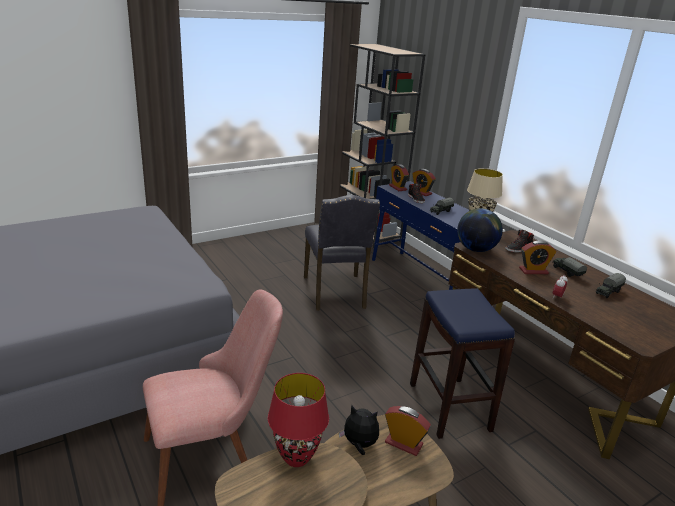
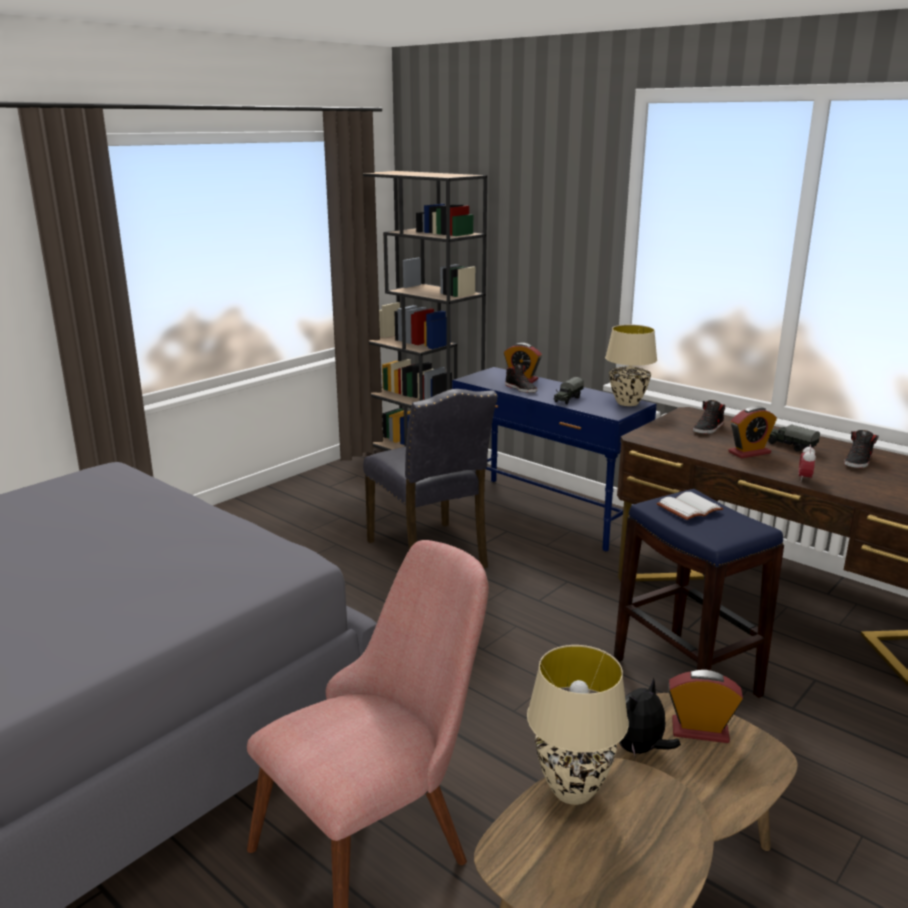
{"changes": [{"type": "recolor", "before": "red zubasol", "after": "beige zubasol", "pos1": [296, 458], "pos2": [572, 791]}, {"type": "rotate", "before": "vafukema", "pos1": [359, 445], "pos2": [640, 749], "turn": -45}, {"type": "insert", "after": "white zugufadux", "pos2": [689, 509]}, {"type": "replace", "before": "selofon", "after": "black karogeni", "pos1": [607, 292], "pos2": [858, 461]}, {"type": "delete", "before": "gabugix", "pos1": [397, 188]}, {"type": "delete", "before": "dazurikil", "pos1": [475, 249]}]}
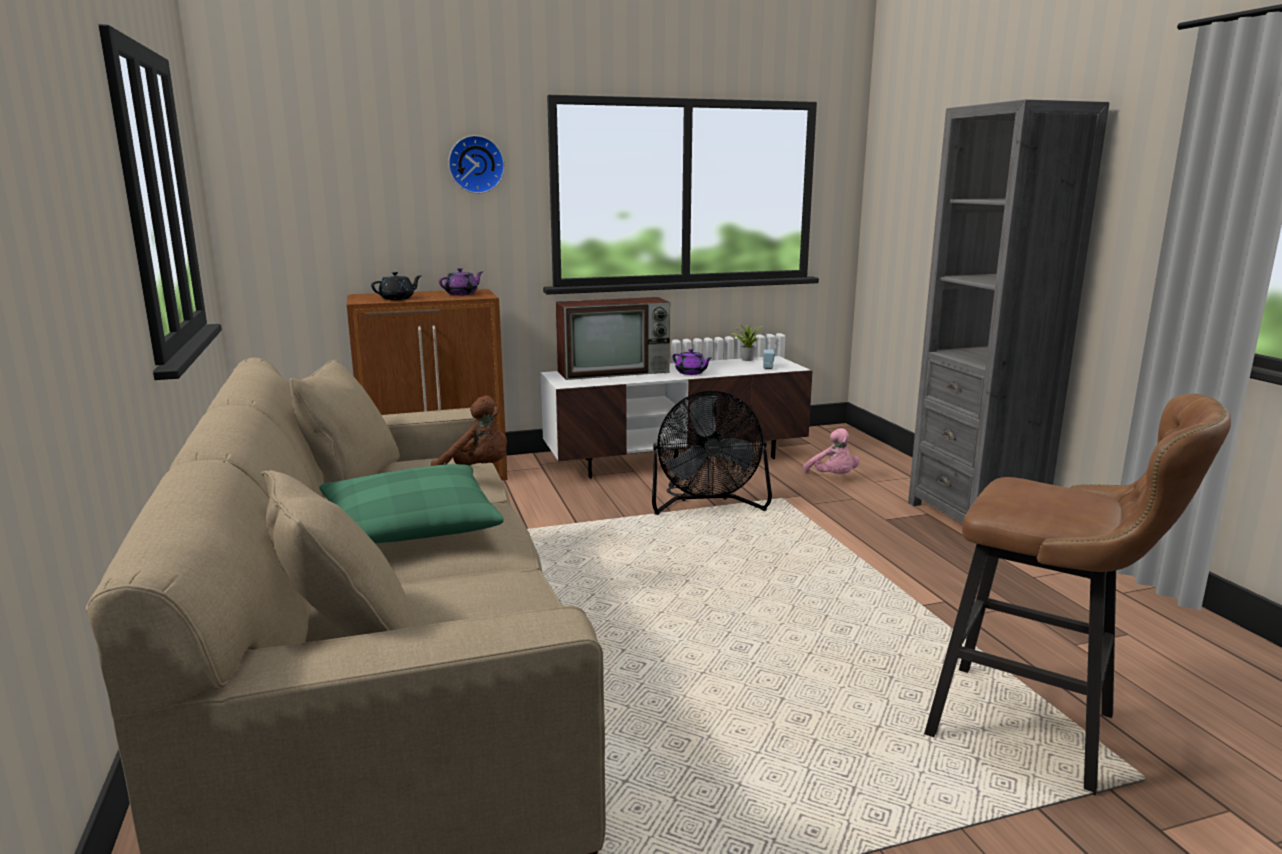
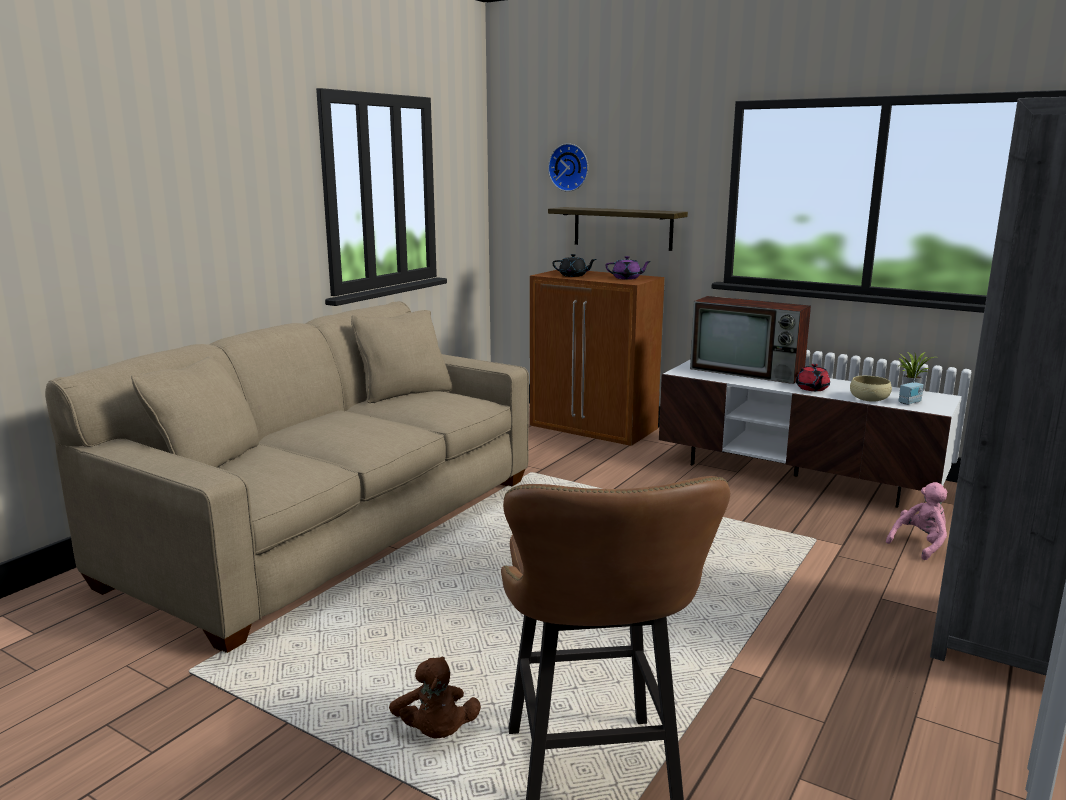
{"changes": [{"type": "move", "before": "brown vafukema", "pos1": [478, 470], "pos2": [436, 733]}, {"type": "move", "before": "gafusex", "pos1": [476, 164], "pos2": [569, 167]}, {"type": "insert", "after": "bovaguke", "pos2": [622, 228]}, {"type": "recolor", "before": "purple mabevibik", "after": "red mabevibik", "pos1": [691, 373], "pos2": [812, 389]}, {"type": "insert", "after": "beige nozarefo", "pos2": [869, 398]}, {"type": "rotate", "before": "pink vafukema", "pos1": [833, 477], "pos2": [920, 544], "turn": -150}, {"type": "delete", "before": "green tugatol", "pos1": [409, 526]}, {"type": "delete", "before": "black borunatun", "pos1": [702, 505]}]}
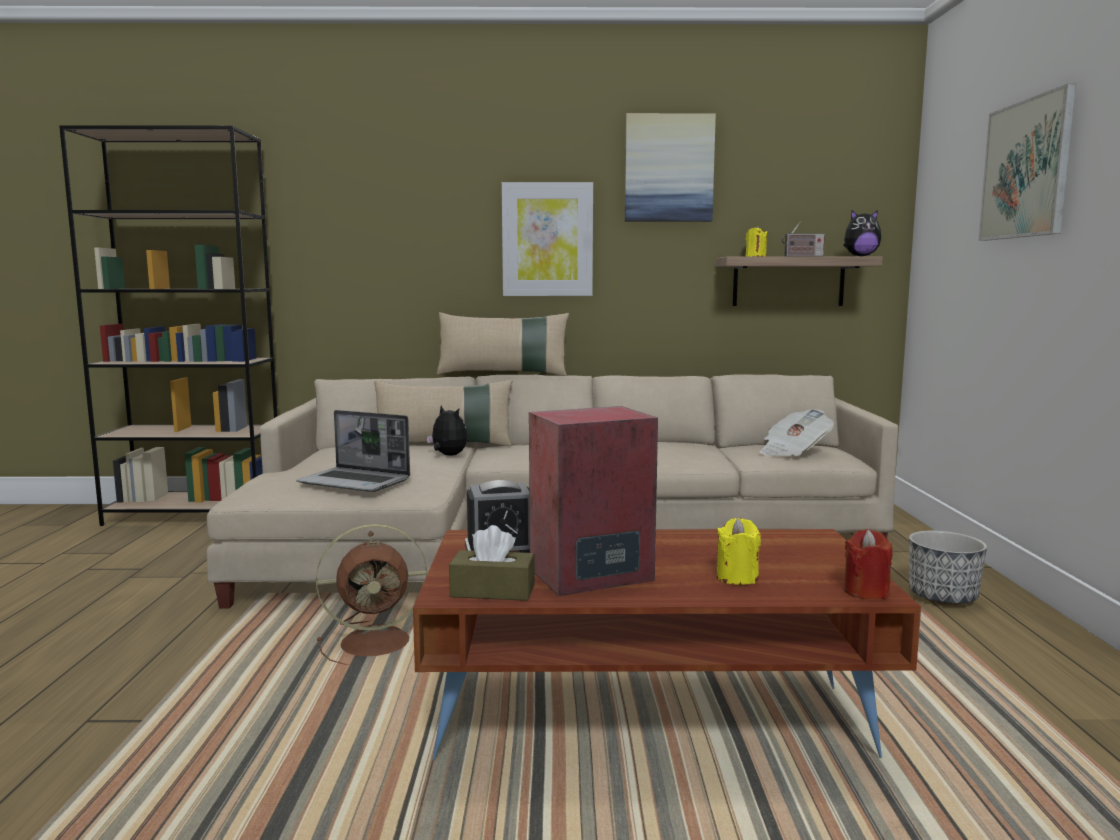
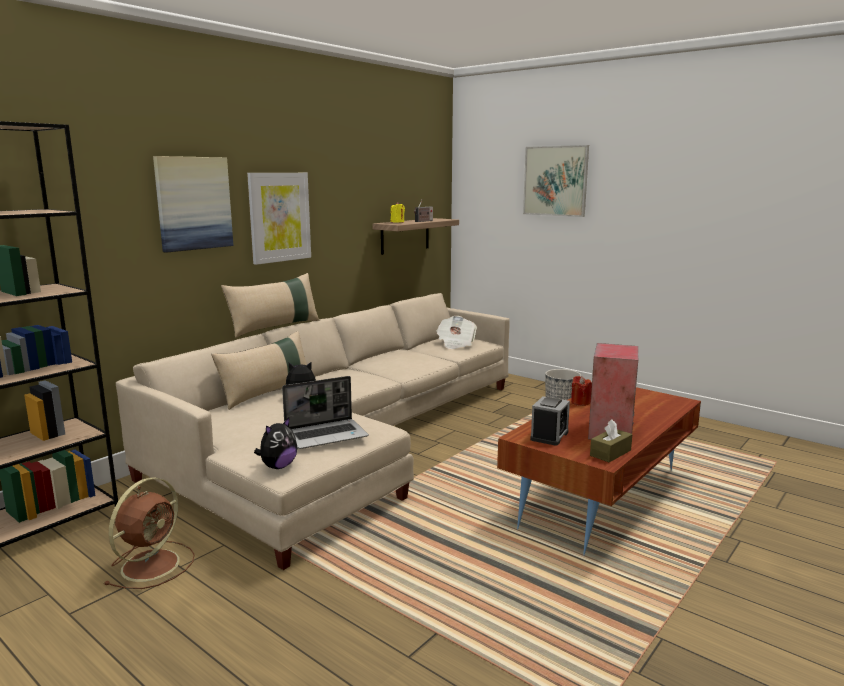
{"changes": [{"type": "move", "before": "brown borunatun", "pos1": [379, 642], "pos2": [152, 564]}, {"type": "move", "before": "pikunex", "pos1": [668, 168], "pos2": [193, 203]}, {"type": "move", "before": "vafukema", "pos1": [860, 256], "pos2": [278, 466]}, {"type": "move", "before": "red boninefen", "pos1": [866, 592], "pos2": [580, 402]}, {"type": "delete", "before": "yellow boninefen", "pos1": [737, 577]}]}
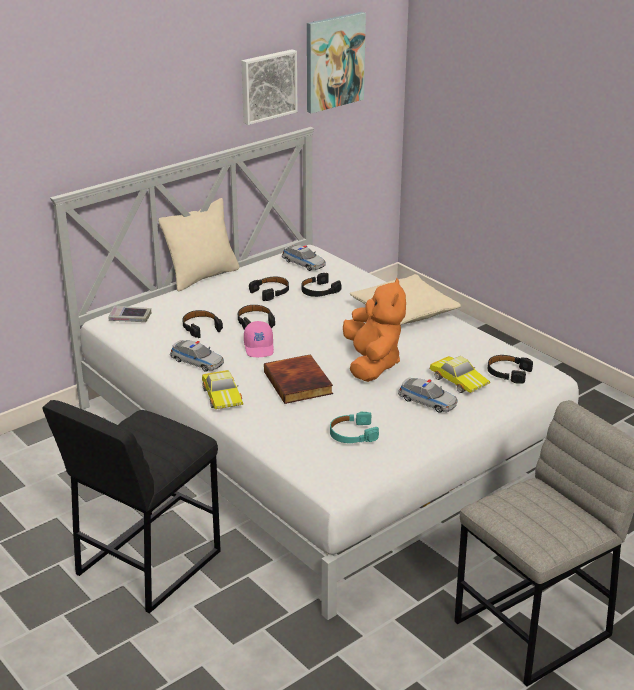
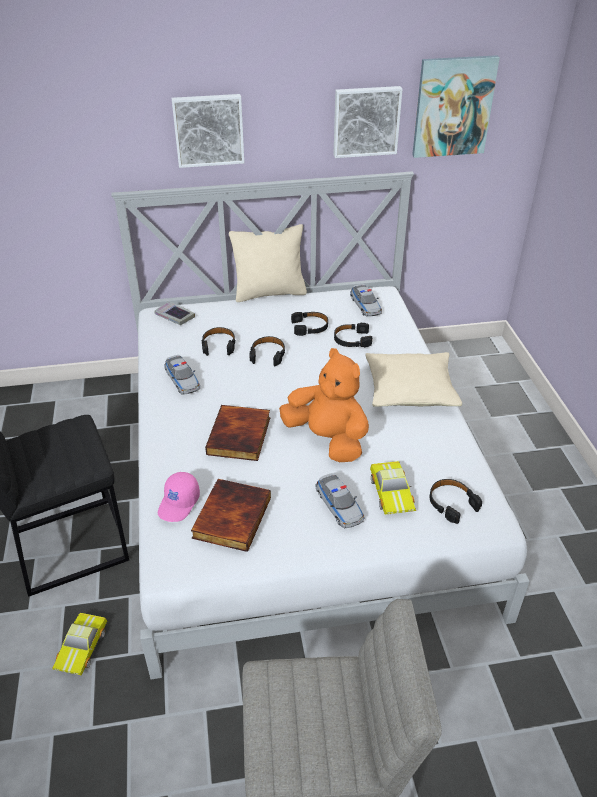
{"changes": [{"type": "move", "before": "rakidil", "pos1": [223, 396], "pos2": [83, 647]}, {"type": "move", "before": "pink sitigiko", "pos1": [259, 347], "pos2": [179, 503]}, {"type": "insert", "after": "pikunex", "pos2": [208, 130]}, {"type": "replace", "before": "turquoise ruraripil", "after": "zugufadux", "pos1": [352, 434], "pos2": [230, 516]}, {"type": "rotate", "before": "orange vafukema", "pos1": [372, 364], "pos2": [327, 439], "turn": -75}]}
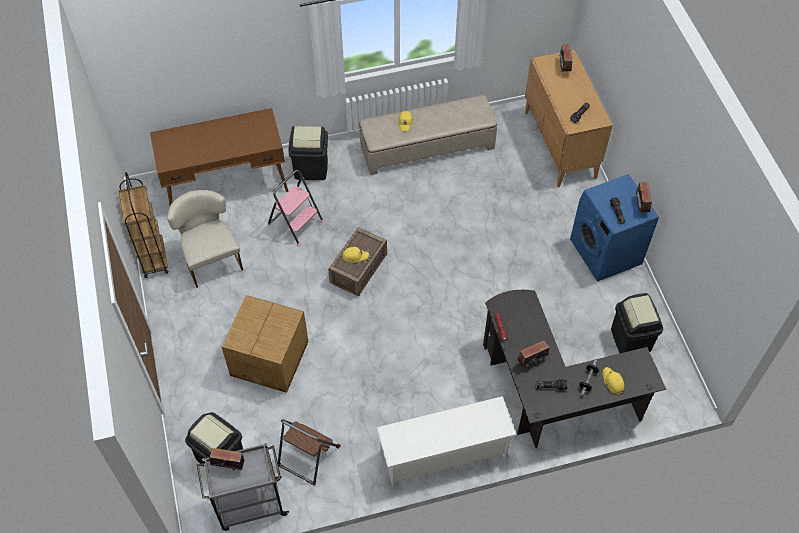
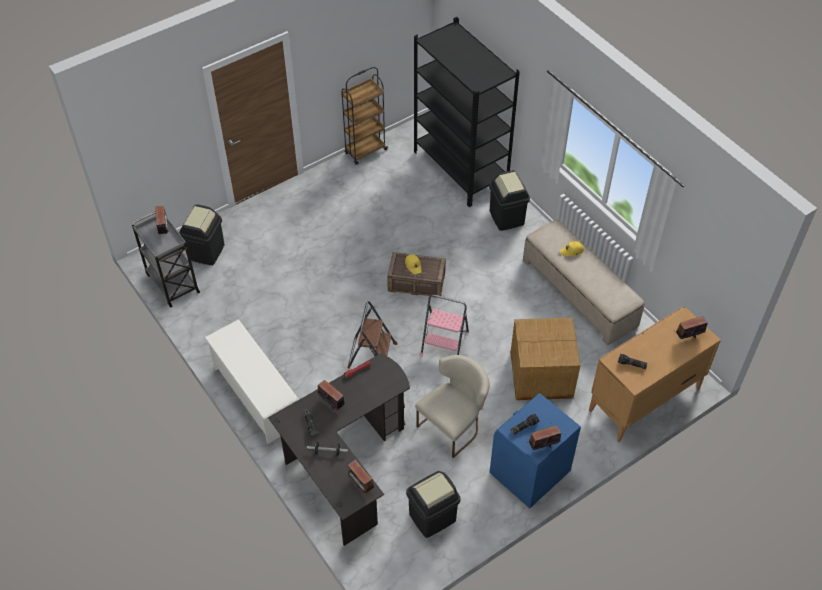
{"changes": [{"type": "move", "before": "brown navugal", "pos1": [307, 457], "pos2": [370, 354]}, {"type": "insert", "after": "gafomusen", "pos2": [360, 484]}, {"type": "replace", "before": "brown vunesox", "after": "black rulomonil", "pos1": [226, 184], "pos2": [460, 169]}, {"type": "move", "before": "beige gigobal", "pos1": [211, 259], "pos2": [453, 425]}, {"type": "move", "before": "pink navugal", "pos1": [294, 222], "pos2": [445, 342]}, {"type": "move", "before": "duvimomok", "pos1": [271, 358], "pos2": [542, 376]}, {"type": "delete", "before": "yellow sitigiko", "pos1": [612, 382]}]}
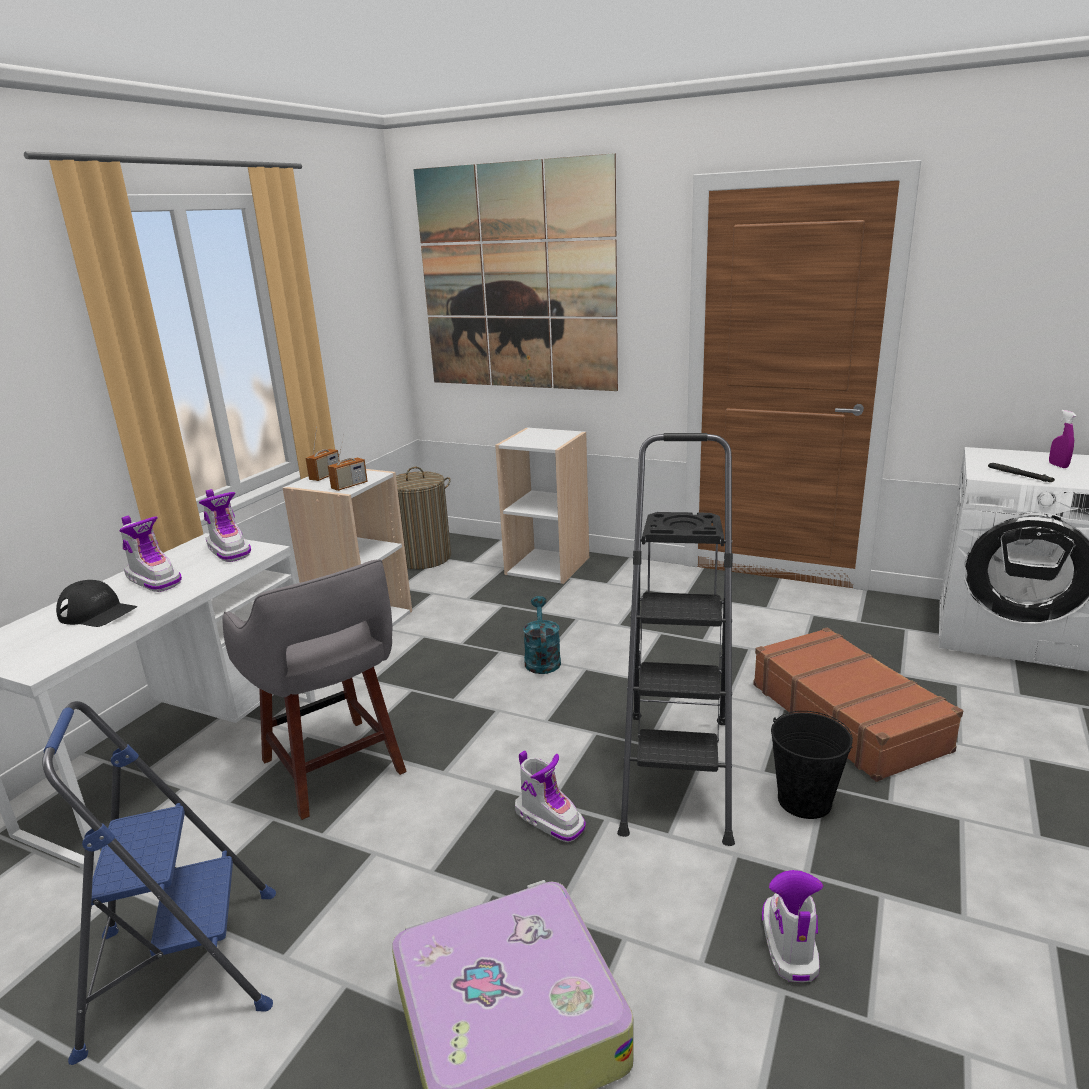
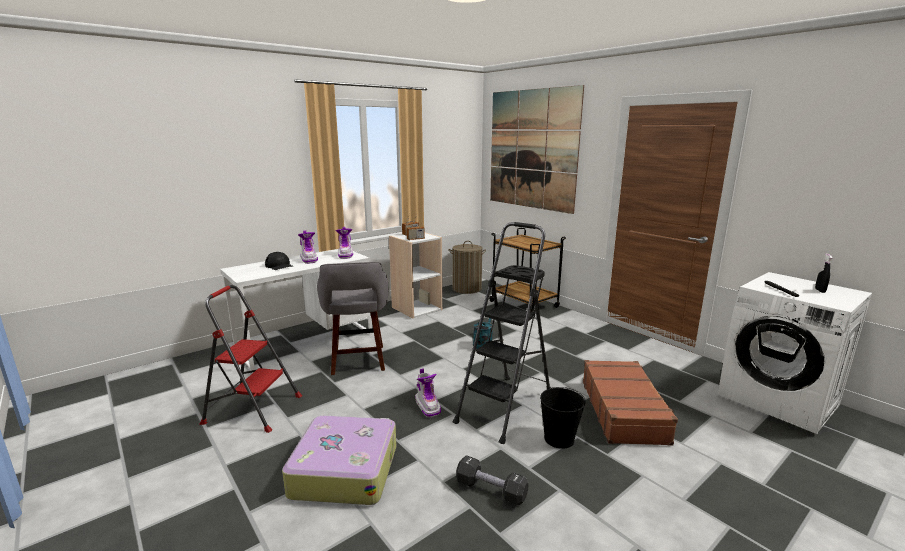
{"changes": [{"type": "recolor", "before": "blue navugal", "after": "red navugal", "pos1": [176, 968], "pos2": [250, 408]}, {"type": "replace", "before": "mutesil", "after": "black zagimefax", "pos1": [788, 943], "pos2": [491, 490]}, {"type": "replace", "before": "rulomonil", "after": "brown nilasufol", "pos1": [548, 566], "pos2": [524, 304]}, {"type": "recolor", "before": "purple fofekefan", "after": "black fofekefan", "pos1": [1058, 465], "pos2": [820, 290]}]}
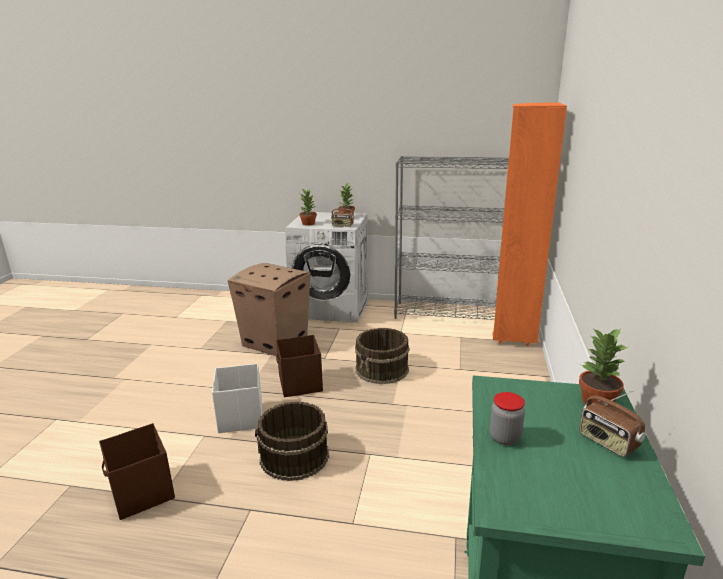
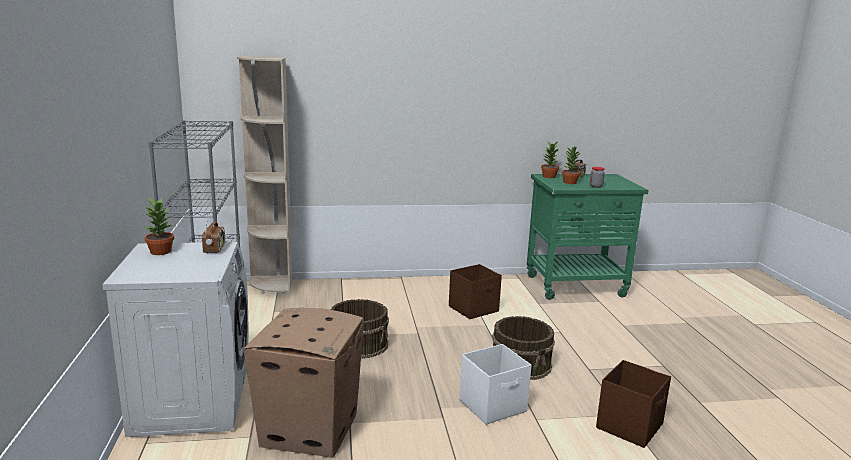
{"changes": [{"type": "recolor", "before": "orange rulomonil", "after": "beige rulomonil", "pos1": [514, 338], "pos2": [272, 289]}, {"type": "move", "before": "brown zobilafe", "pos1": [300, 384], "pos2": [474, 309]}, {"type": "move", "before": "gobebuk", "pos1": [308, 223], "pos2": [569, 182]}]}
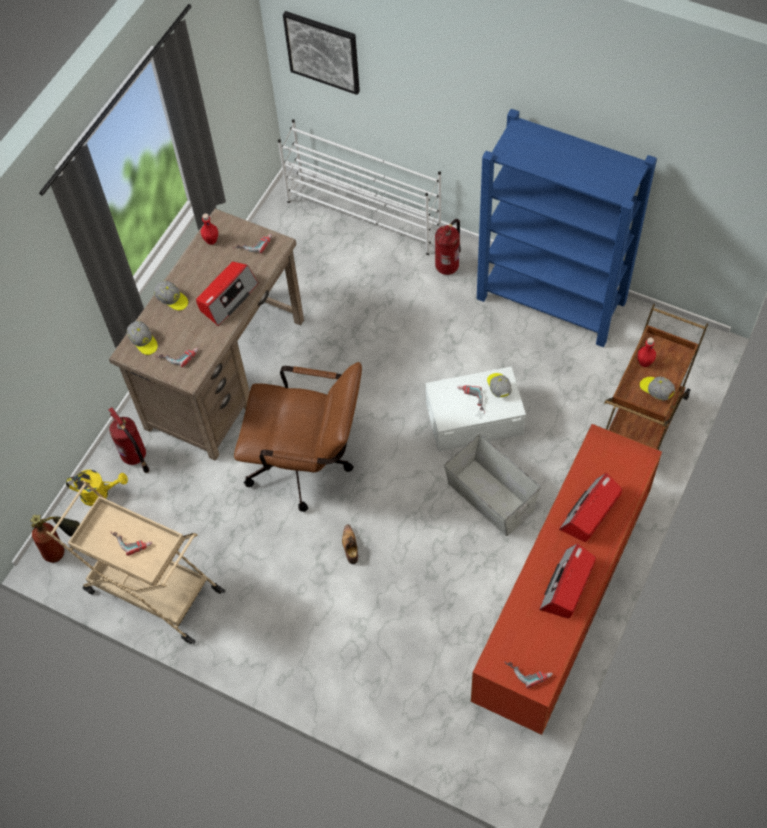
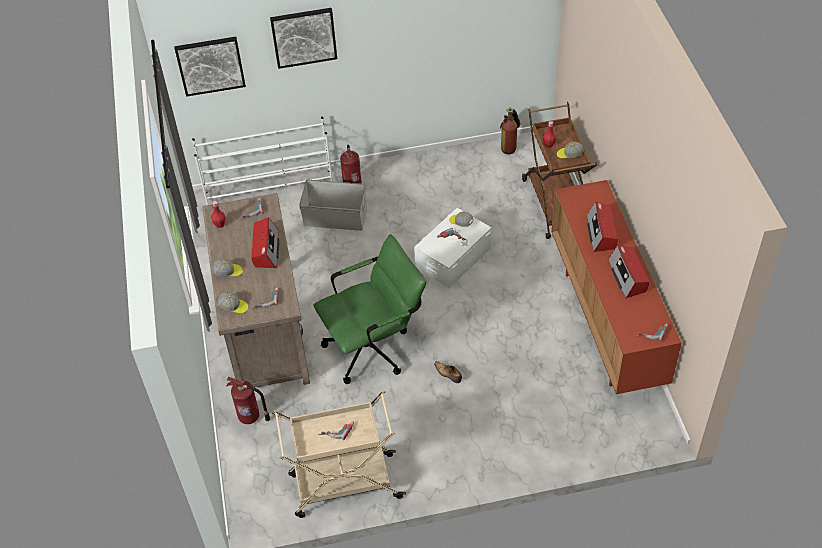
{"changes": [{"type": "insert", "after": "pikunex", "pos2": [304, 37]}, {"type": "move", "before": "grey zobilafe", "pos1": [490, 496], "pos2": [335, 217]}, {"type": "recolor", "before": "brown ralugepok", "after": "green ralugepok", "pos1": [307, 465], "pos2": [374, 347]}, {"type": "move", "before": "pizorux", "pos1": [63, 549], "pos2": [510, 146]}, {"type": "delete", "before": "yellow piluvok", "pos1": [100, 493]}, {"type": "delete", "before": "blue rulomonil", "pos1": [551, 299]}]}
